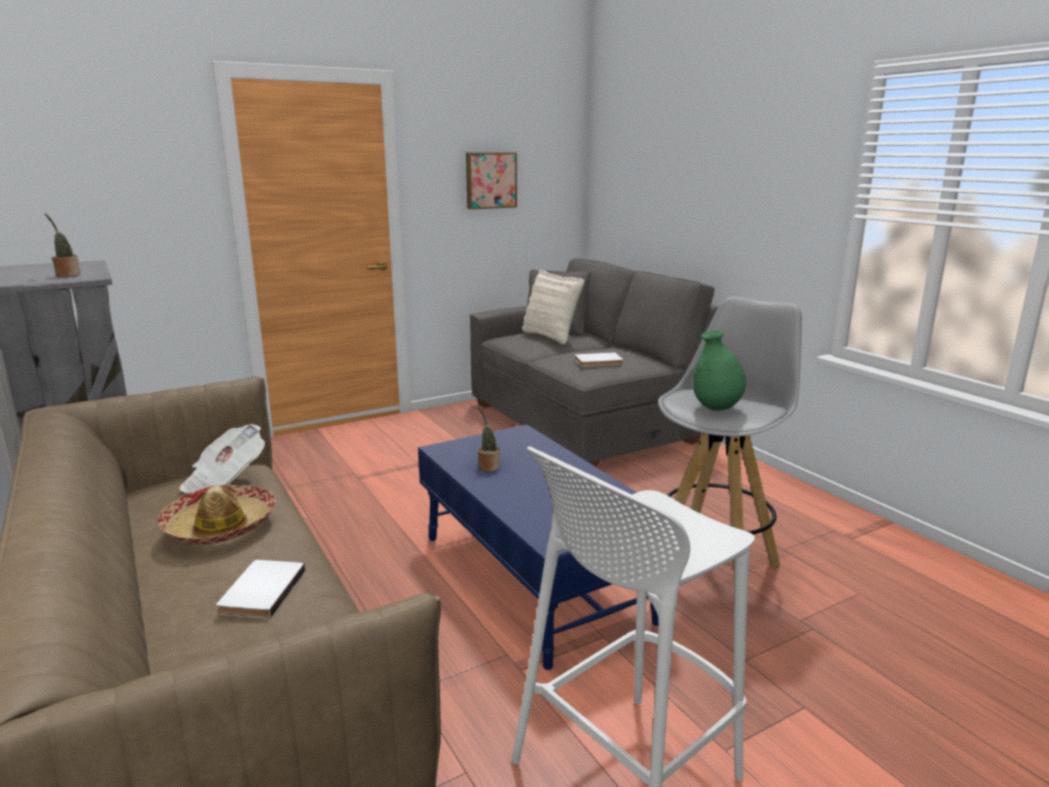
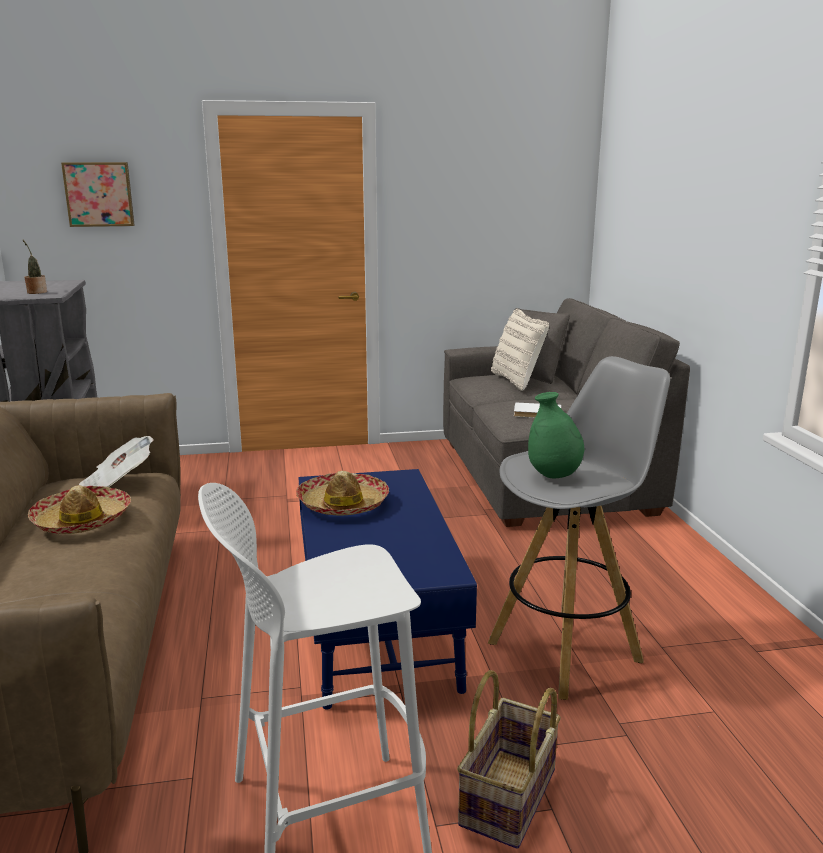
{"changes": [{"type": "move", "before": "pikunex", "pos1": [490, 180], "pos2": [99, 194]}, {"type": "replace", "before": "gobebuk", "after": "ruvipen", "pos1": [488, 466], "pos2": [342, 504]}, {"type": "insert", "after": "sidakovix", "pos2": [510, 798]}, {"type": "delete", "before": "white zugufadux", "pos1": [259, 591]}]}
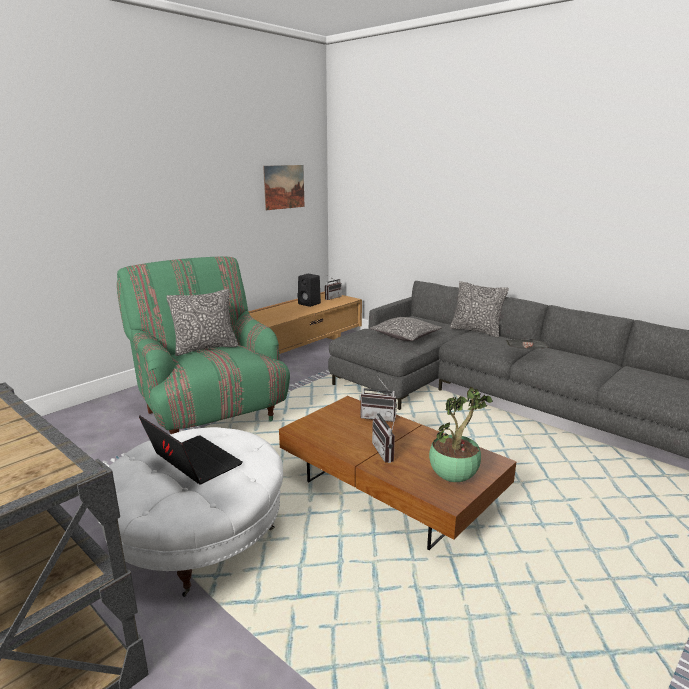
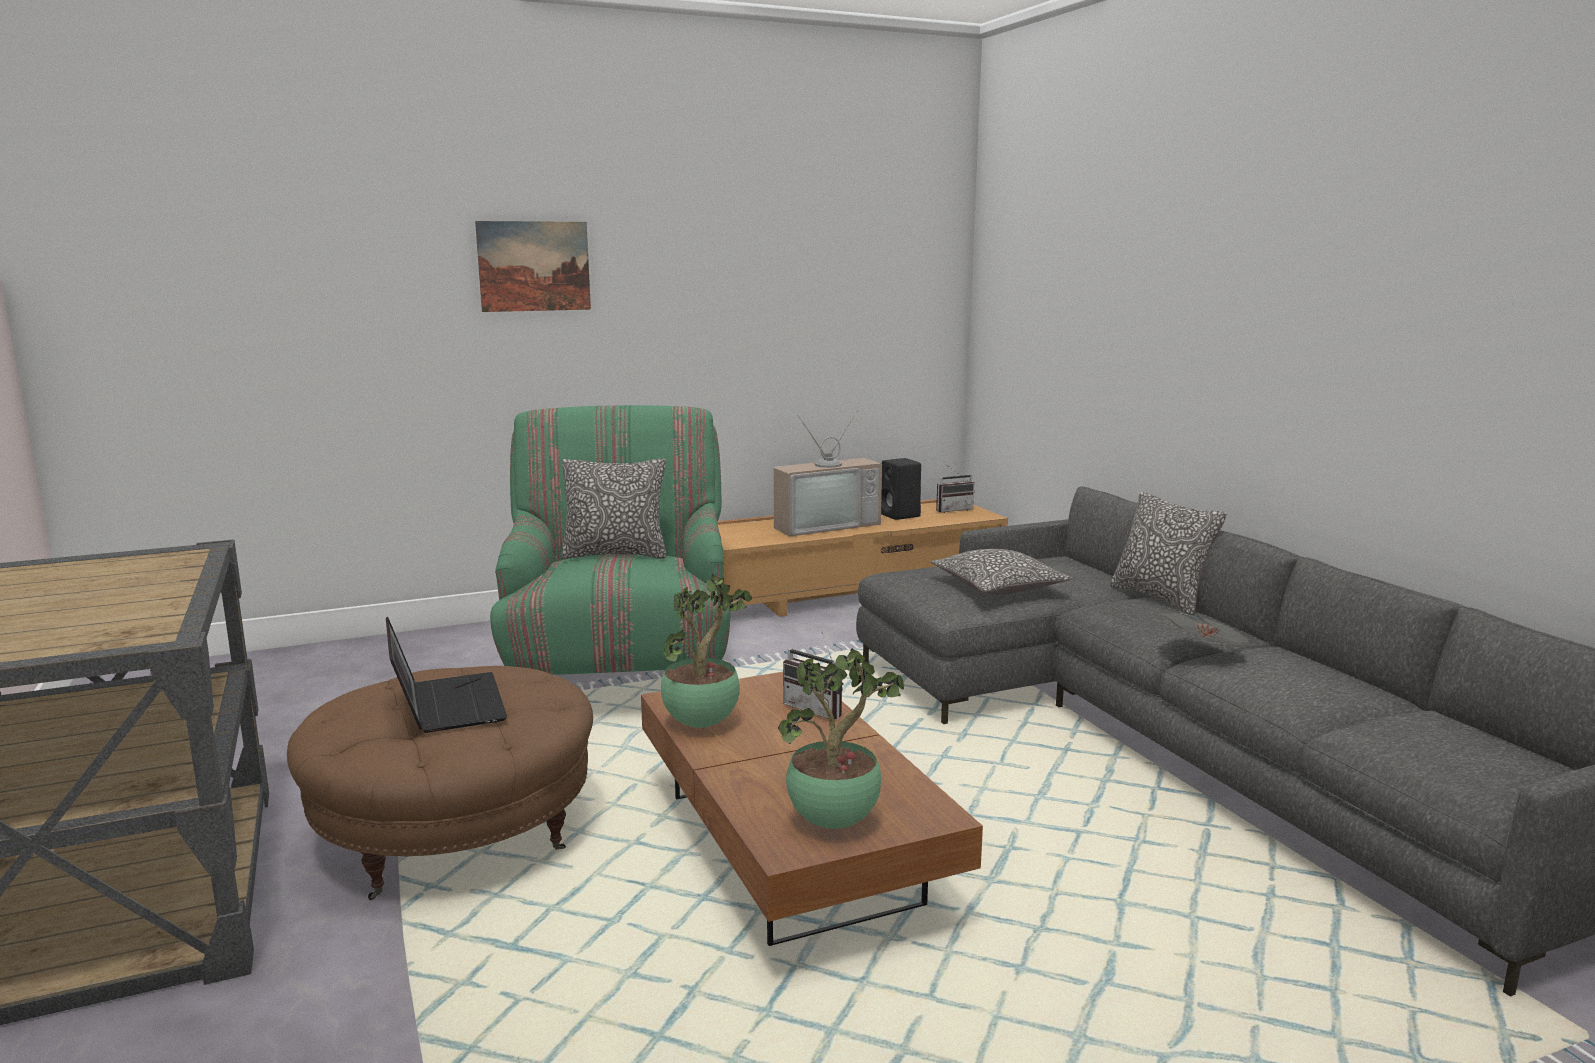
{"changes": [{"type": "recolor", "before": "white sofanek", "after": "brown sofanek", "pos1": [198, 537], "pos2": [455, 832]}, {"type": "move", "before": "pikunex", "pos1": [284, 187], "pos2": [534, 266]}, {"type": "insert", "after": "gobebuk", "pos2": [703, 723]}, {"type": "insert", "after": "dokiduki", "pos2": [824, 524]}, {"type": "delete", "before": "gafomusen", "pos1": [387, 452]}]}
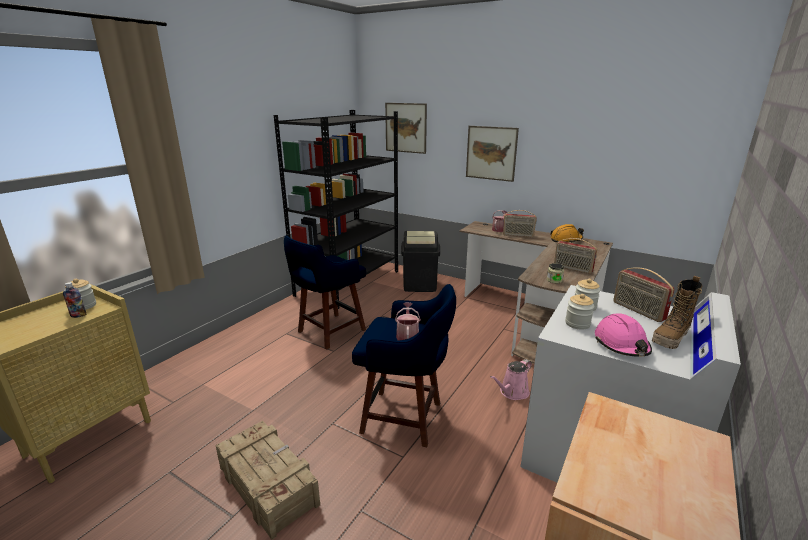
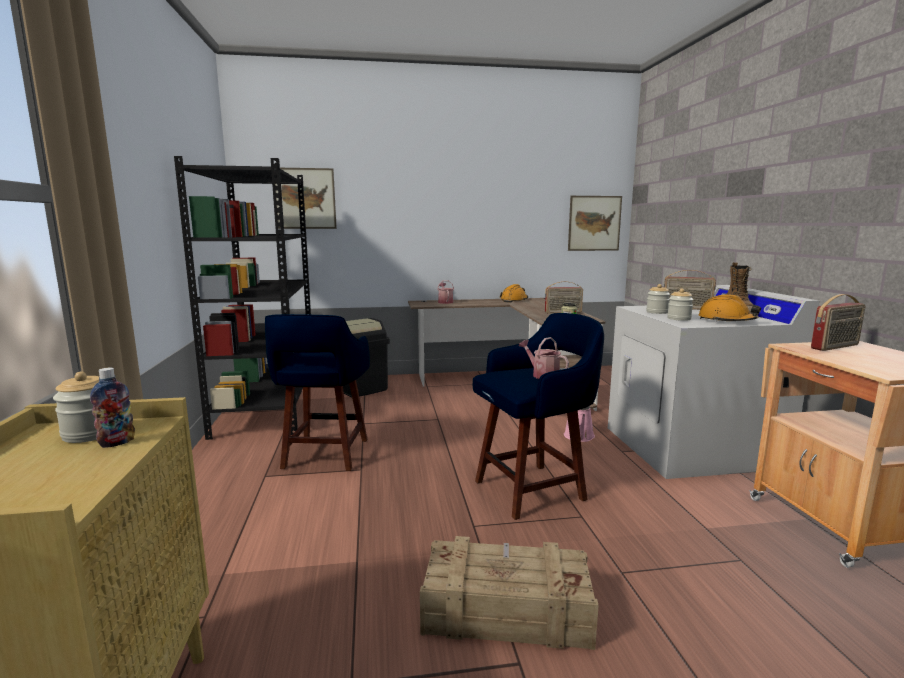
{"changes": [{"type": "move", "before": "pikunex", "pos1": [491, 153], "pos2": [594, 223]}, {"type": "recolor", "before": "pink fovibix", "after": "orange fovibix", "pos1": [621, 344], "pos2": [726, 321]}, {"type": "move", "before": "gafomusen", "pos1": [518, 235], "pos2": [835, 347]}]}
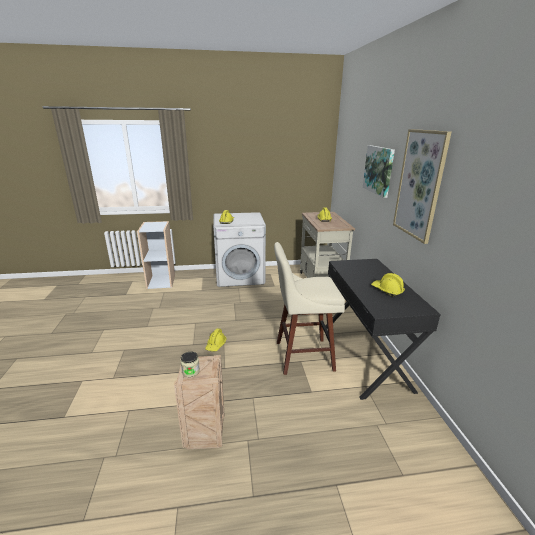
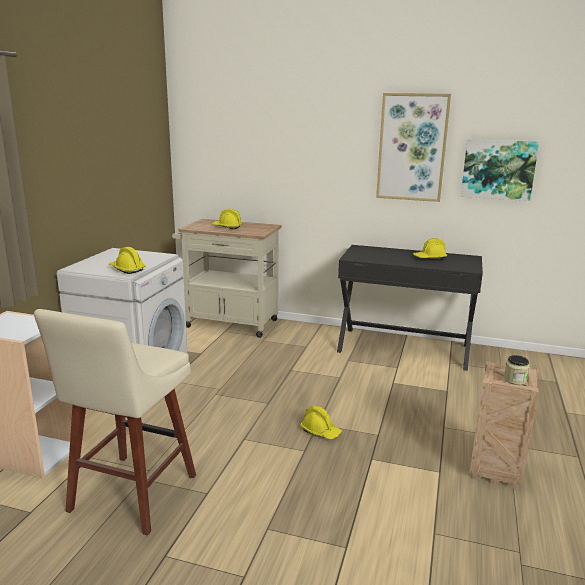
{"changes": [{"type": "move", "before": "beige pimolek", "pos1": [302, 356], "pos2": [131, 495]}, {"type": "move", "before": "pikunex", "pos1": [379, 170], "pos2": [498, 169]}]}
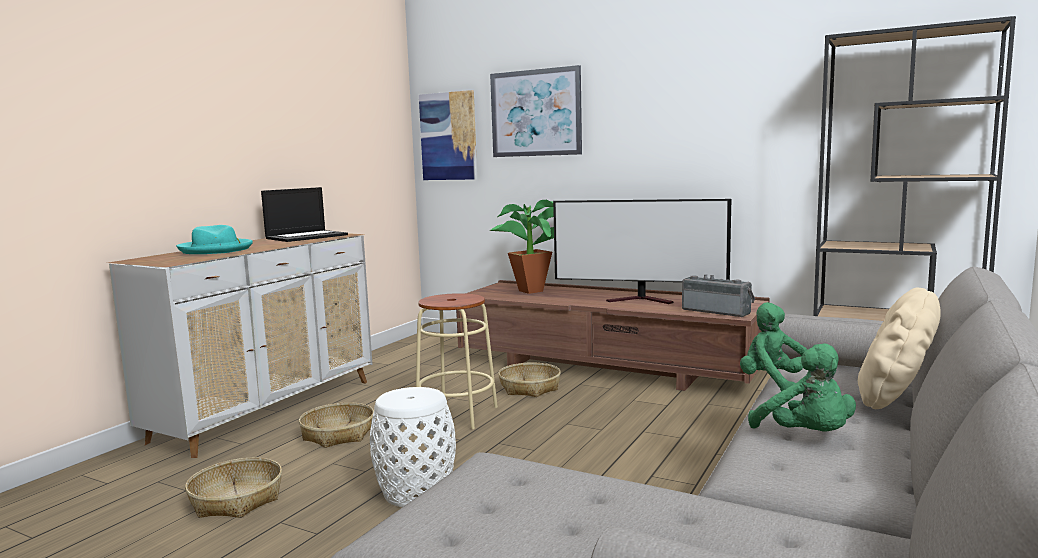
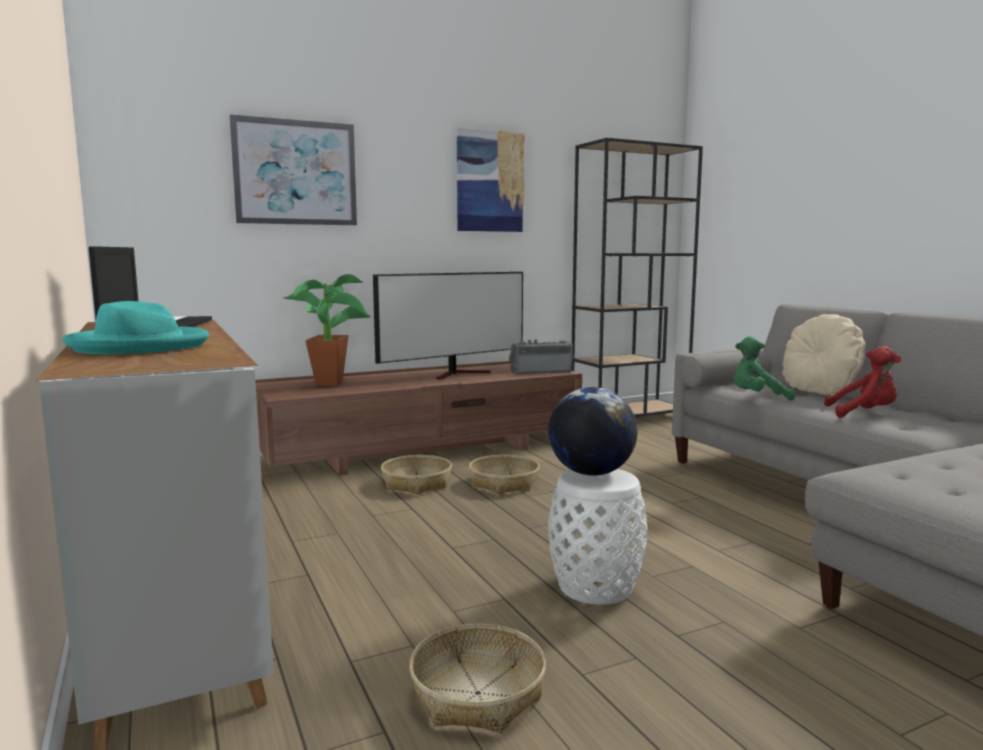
{"changes": [{"type": "move", "before": "pikunex", "pos1": [448, 136], "pos2": [490, 181]}, {"type": "move", "before": "sidakovix", "pos1": [338, 434], "pos2": [504, 483]}, {"type": "insert", "after": "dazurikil", "pos2": [591, 473]}, {"type": "recolor", "before": "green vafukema", "after": "red vafukema", "pos1": [807, 436], "pos2": [864, 414]}, {"type": "delete", "before": "beige pimolek", "pos1": [457, 414]}]}
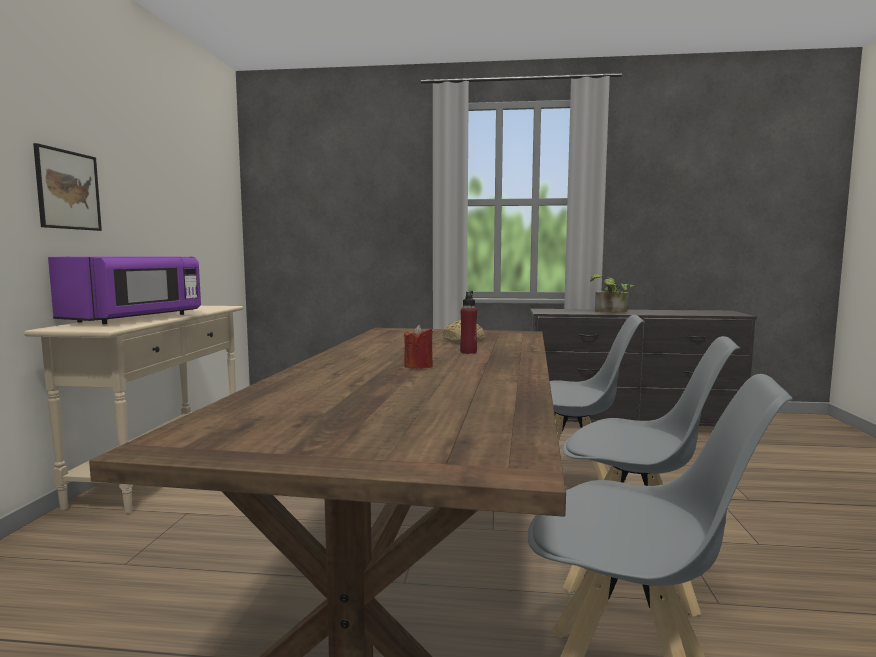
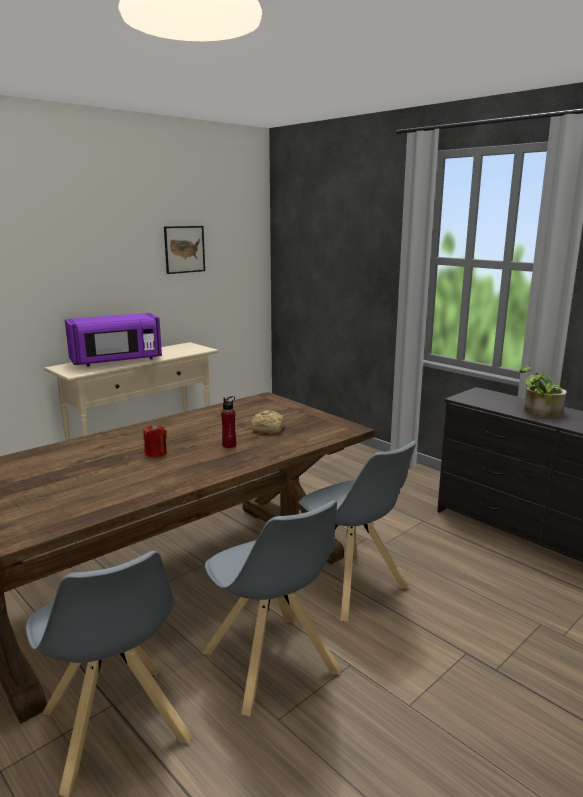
{"changes": [{"type": "move", "before": "pikunex", "pos1": [68, 190], "pos2": [184, 249]}]}
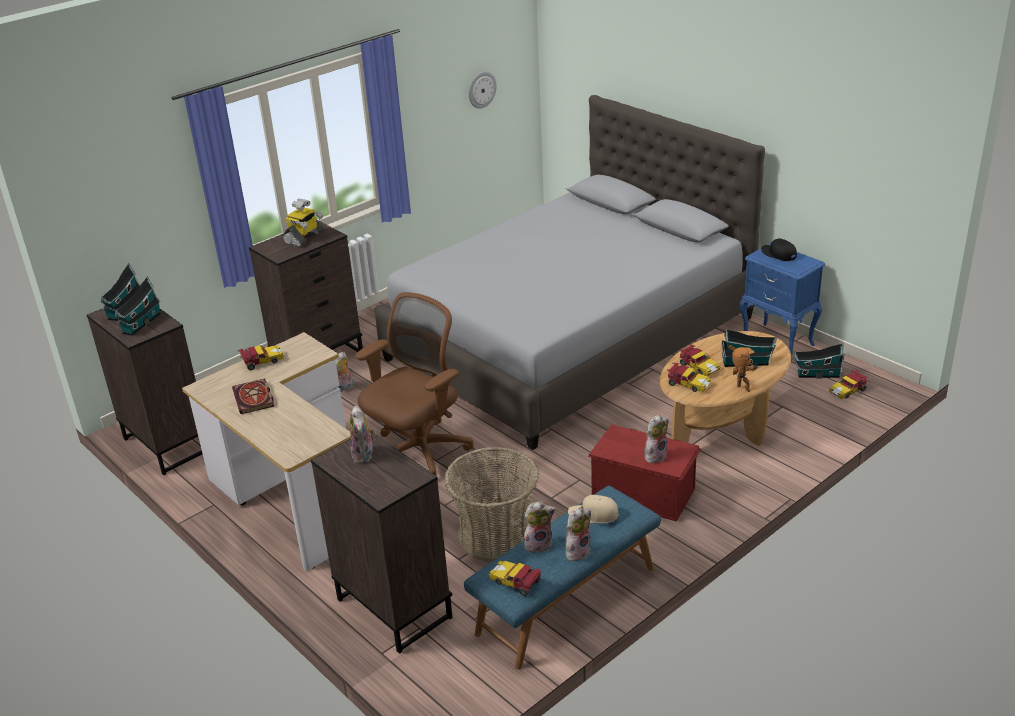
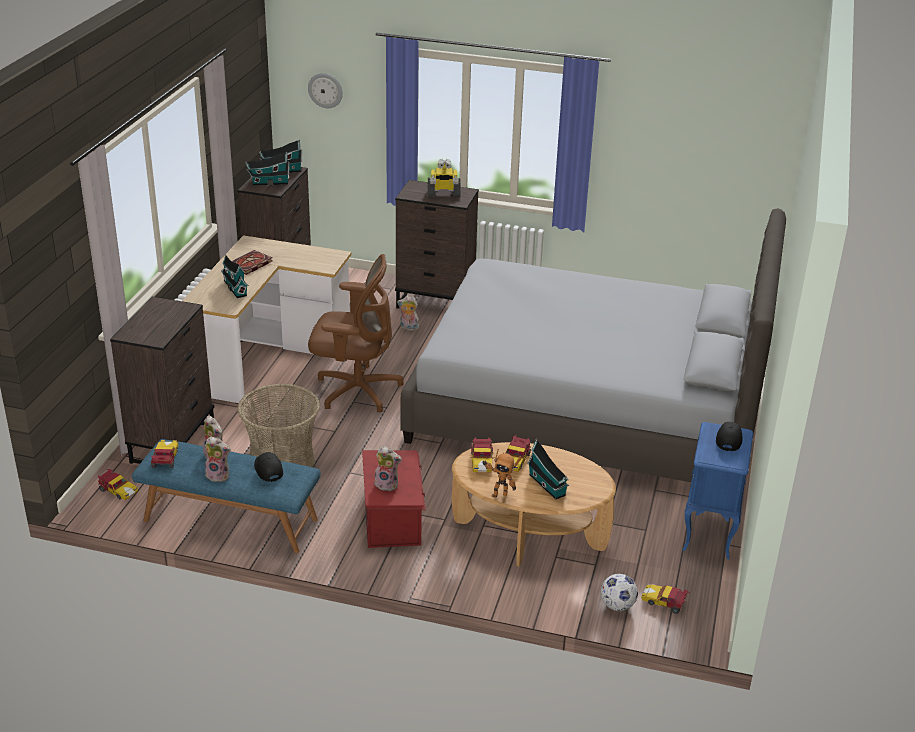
{"changes": [{"type": "move", "before": "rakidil", "pos1": [261, 362], "pos2": [118, 491]}, {"type": "move", "before": "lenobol", "pos1": [816, 374], "pos2": [234, 287]}, {"type": "recolor", "before": "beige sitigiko", "after": "black sitigiko", "pos1": [593, 514], "pos2": [268, 469]}, {"type": "move", "before": "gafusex", "pos1": [481, 89], "pos2": [325, 90]}, {"type": "rotate", "before": "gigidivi", "pos1": [742, 390], "pos2": [499, 494], "turn": 75}, {"type": "insert", "after": "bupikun", "pos2": [617, 606]}, {"type": "delete", "before": "vafukema", "pos1": [364, 455]}]}
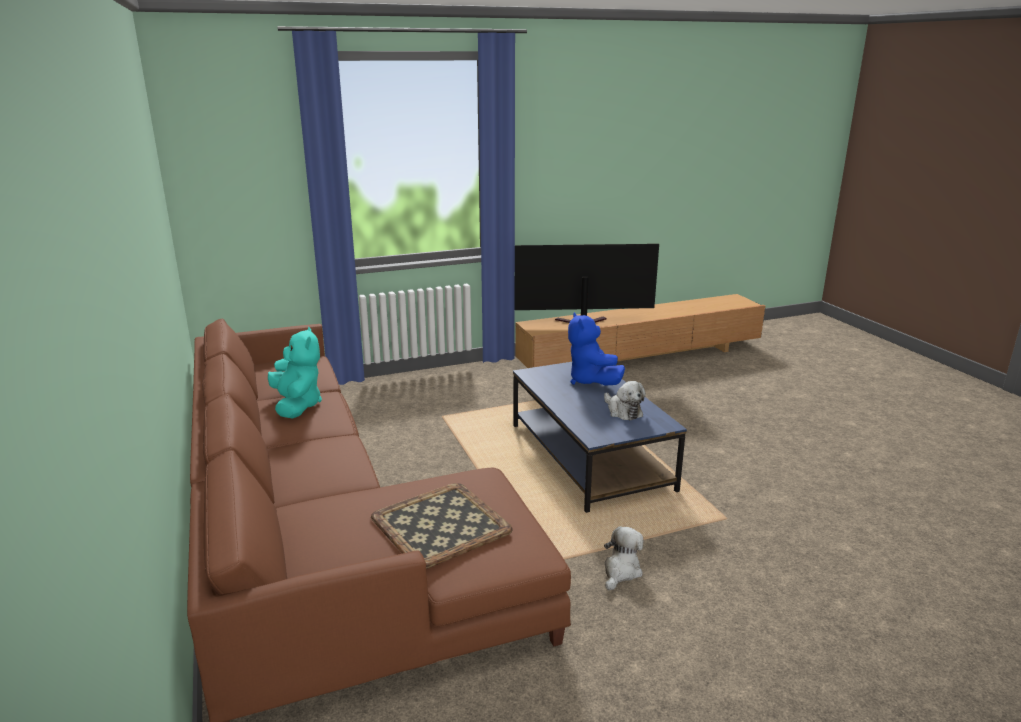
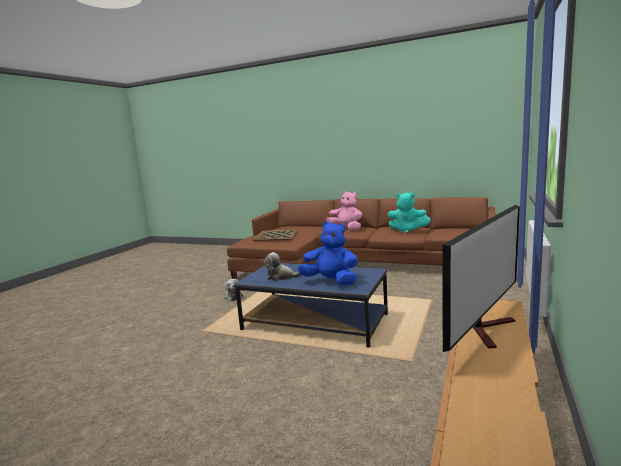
{"changes": [{"type": "insert", "after": "pink vafukema", "pos2": [346, 229]}]}
